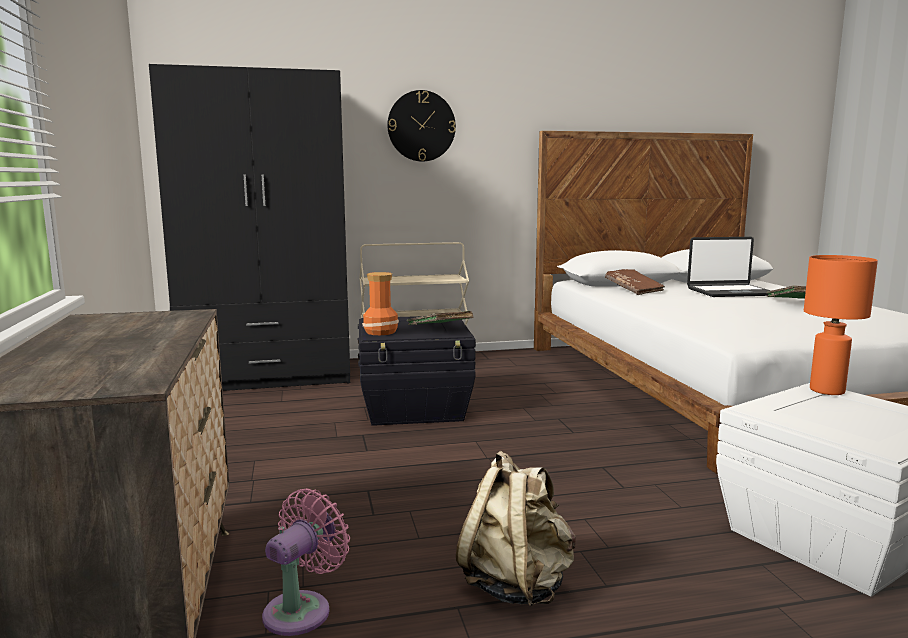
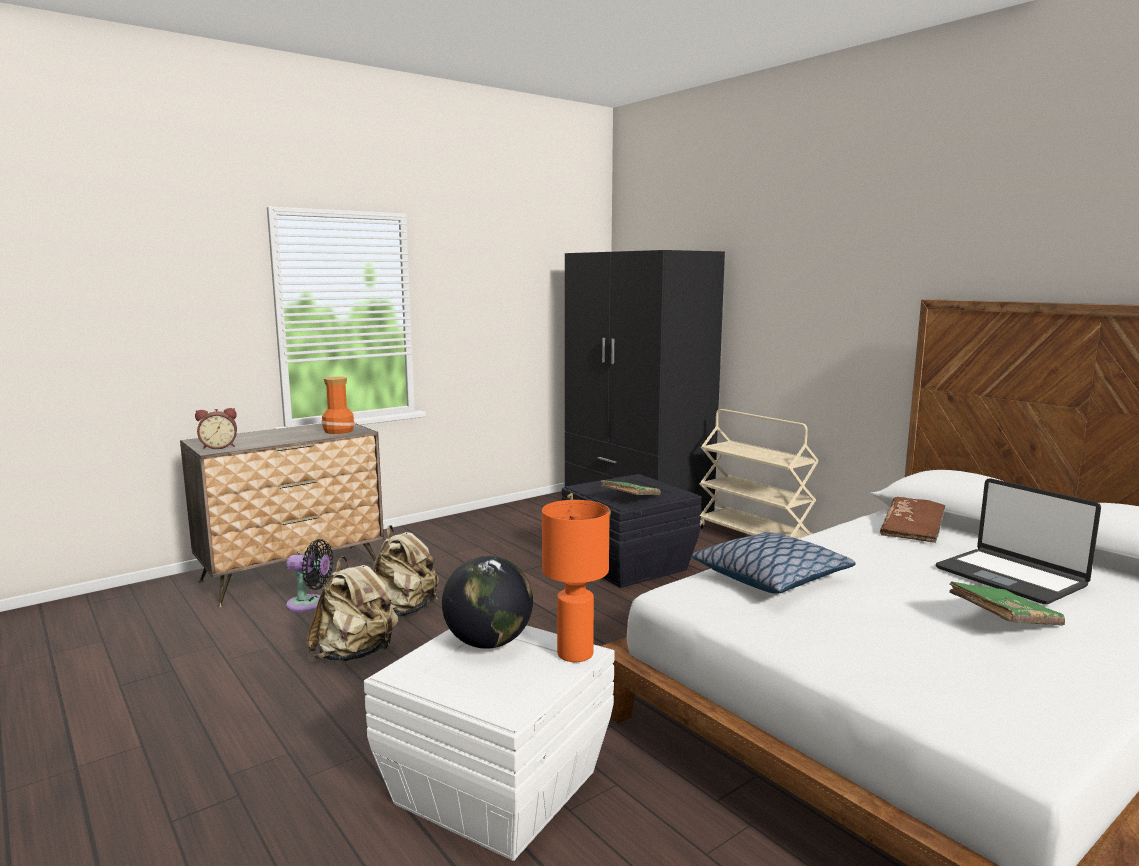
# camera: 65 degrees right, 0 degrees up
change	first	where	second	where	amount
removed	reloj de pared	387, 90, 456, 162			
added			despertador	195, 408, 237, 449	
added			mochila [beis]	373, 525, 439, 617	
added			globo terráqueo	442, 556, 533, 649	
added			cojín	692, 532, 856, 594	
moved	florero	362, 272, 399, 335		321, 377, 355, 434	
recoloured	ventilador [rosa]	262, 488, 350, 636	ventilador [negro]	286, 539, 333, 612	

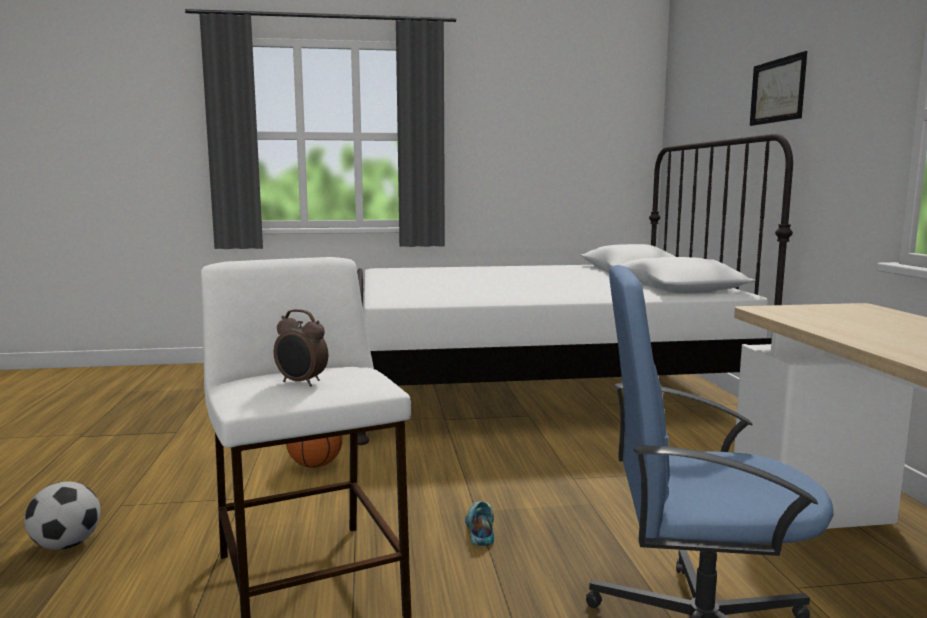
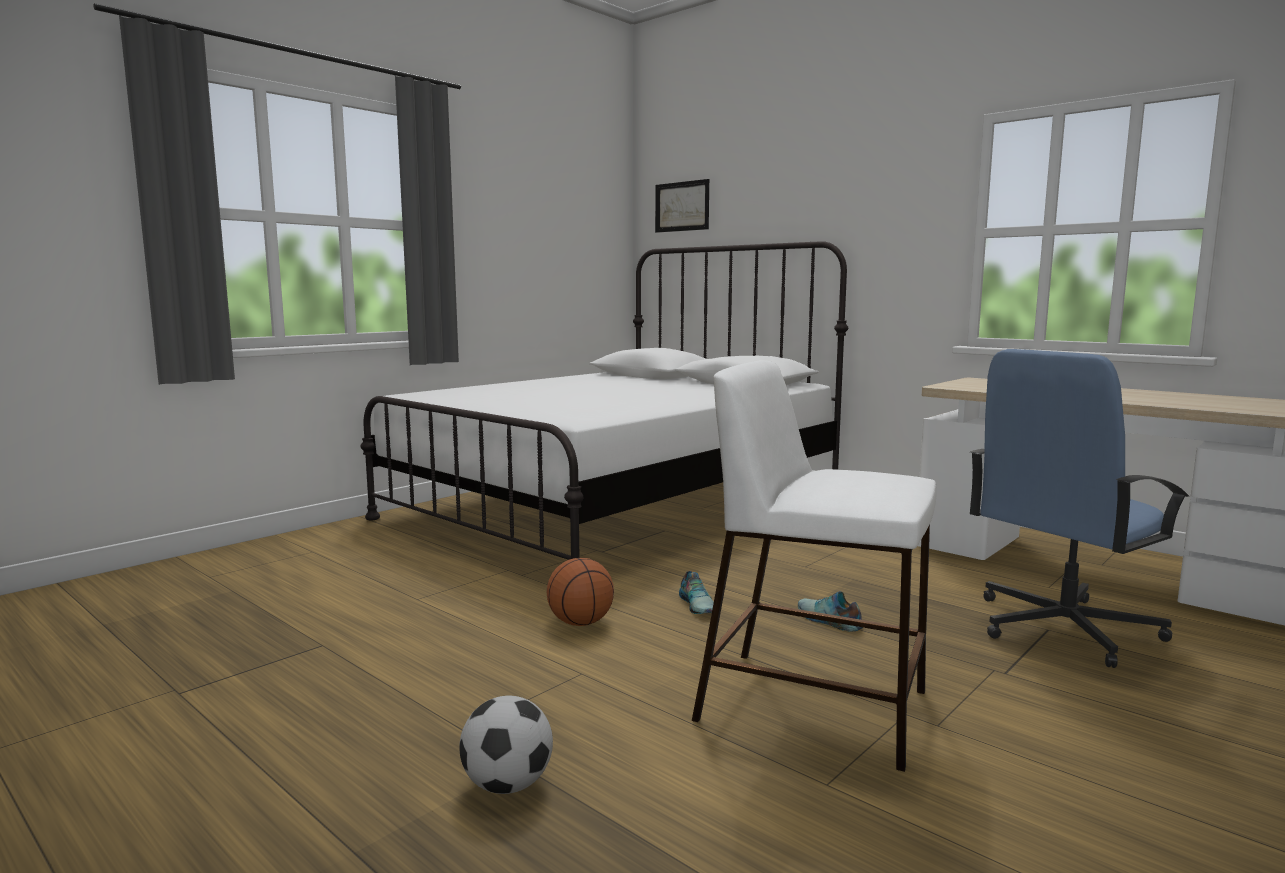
# camera: 40 degrees left, 0 degrees up
change	first	where	second	where	amount
removed	despertador	274, 309, 328, 387			
added			zapato	679, 571, 714, 614	
moved	cuadro	750, 51, 807, 126		655, 179, 709, 233	

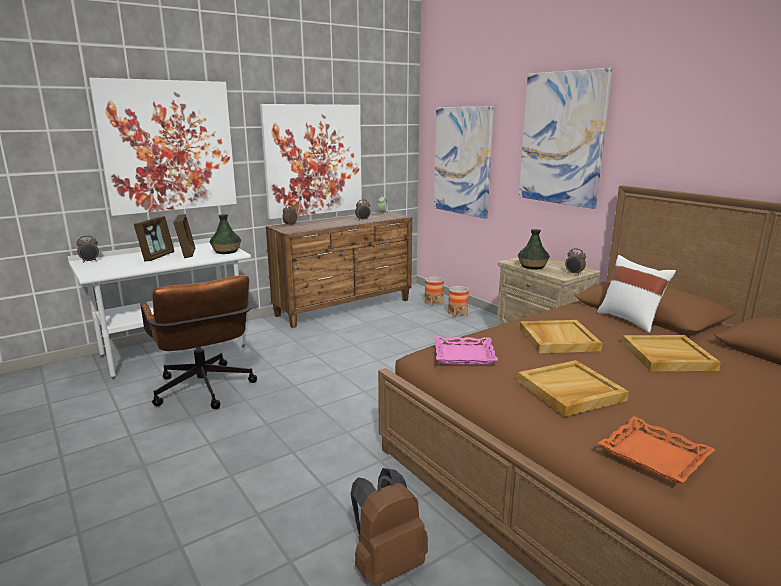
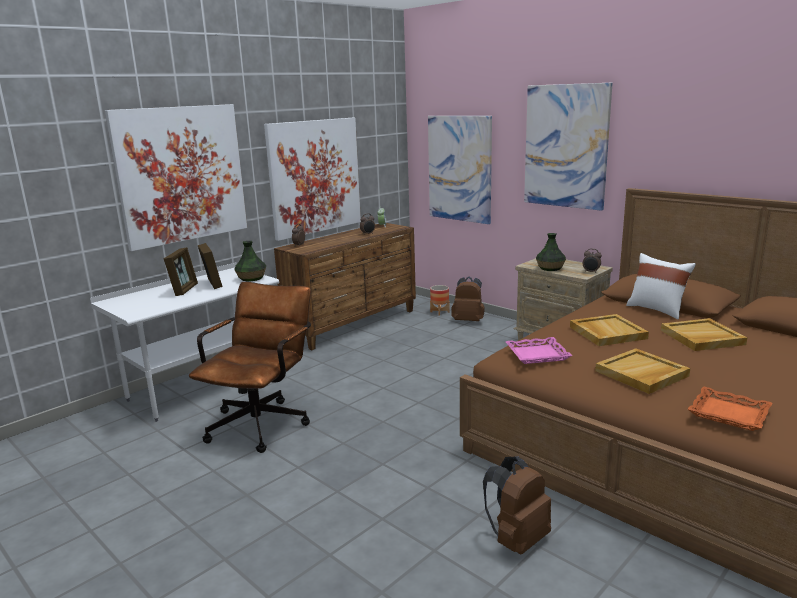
# camera: 10 degrees left, 0 degrees up
change	first	where	second	where	amount
removed	despertador	76, 236, 99, 263			
replaced	maceta	448, 286, 469, 318	mochila [marrón]	451, 277, 484, 321	
turned	silla de oficina [marrón]	140, 275, 257, 409		189, 282, 311, 453	120 degrees counterclockwise

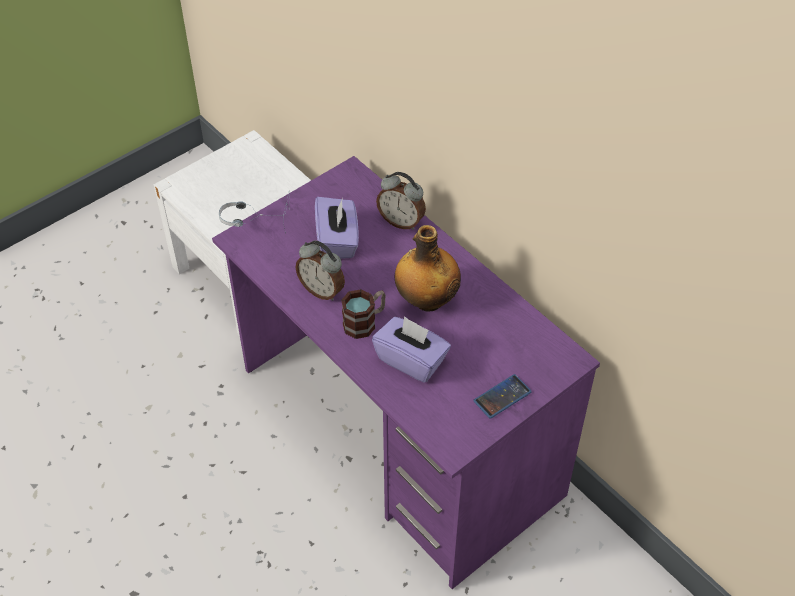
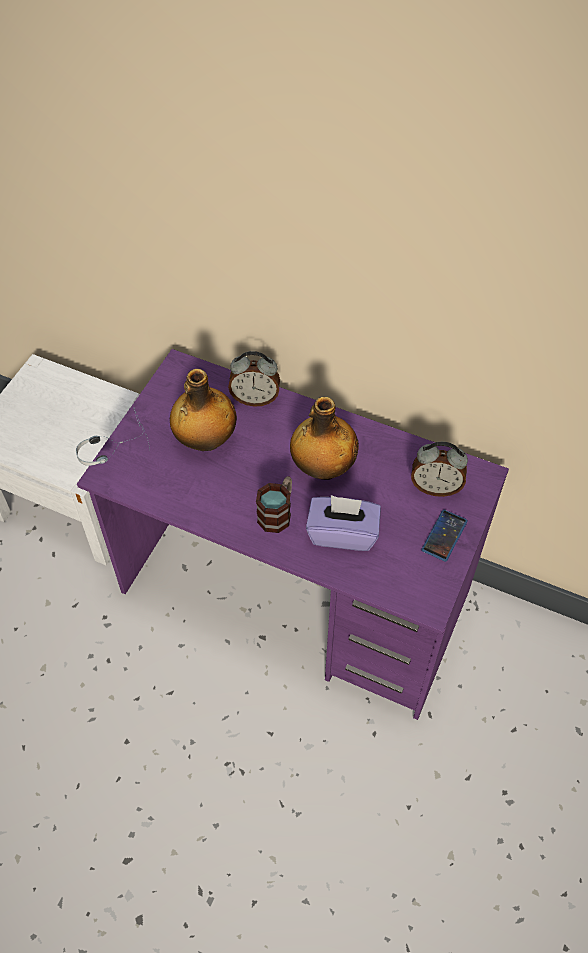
# camera: 25 degrees left, 5 degrees up
change	first	where	second	where	amount
moved	despertador	296, 241, 345, 301		411, 442, 468, 497	
replaced	caja de pañuelos [morado]	315, 197, 359, 259	botella	170, 369, 237, 451	

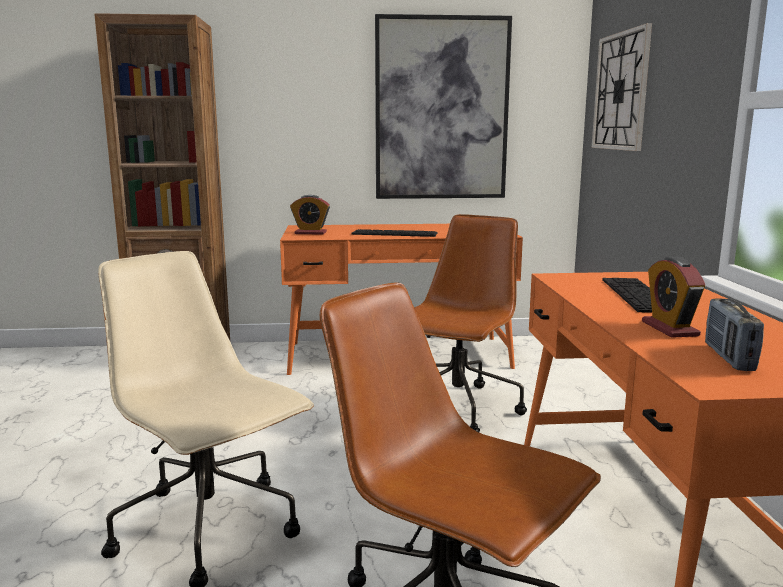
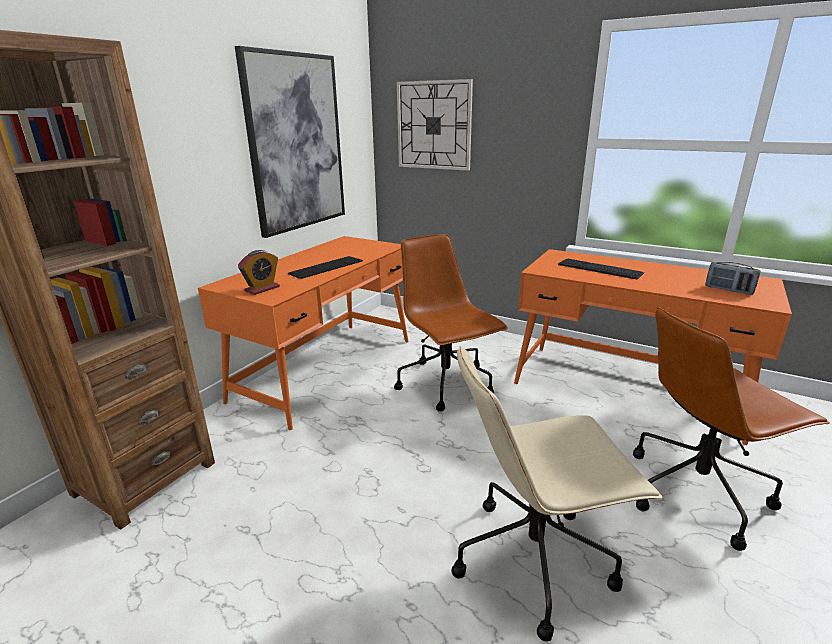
# camera: 55 degrees left, 10 degrees up
change	first	where	second	where	amount
removed	despertador	642, 257, 706, 338			

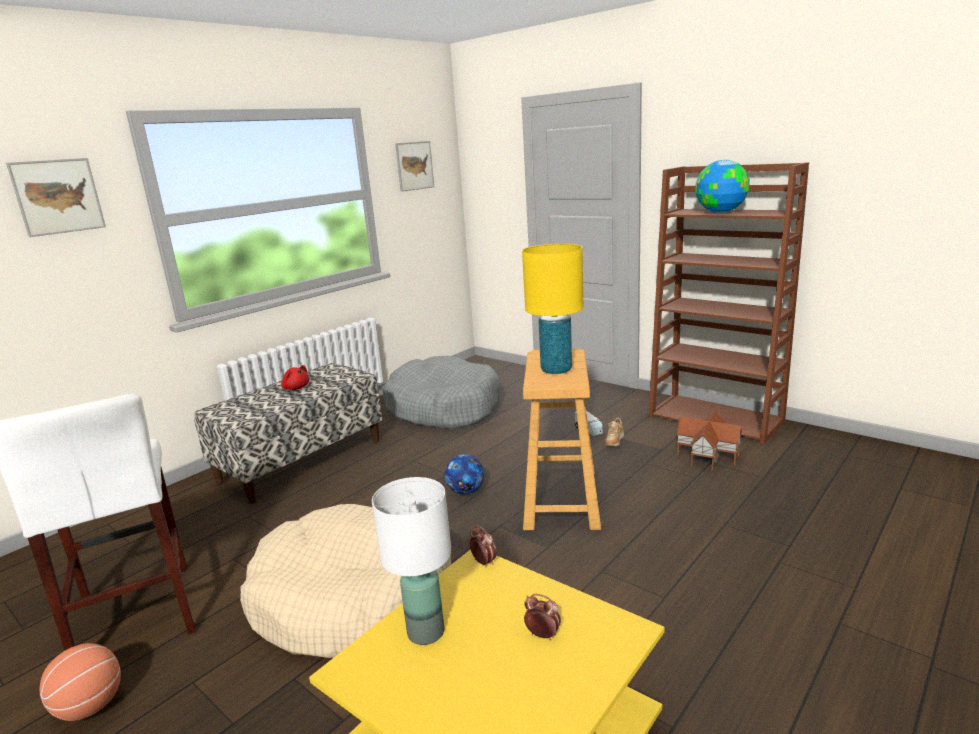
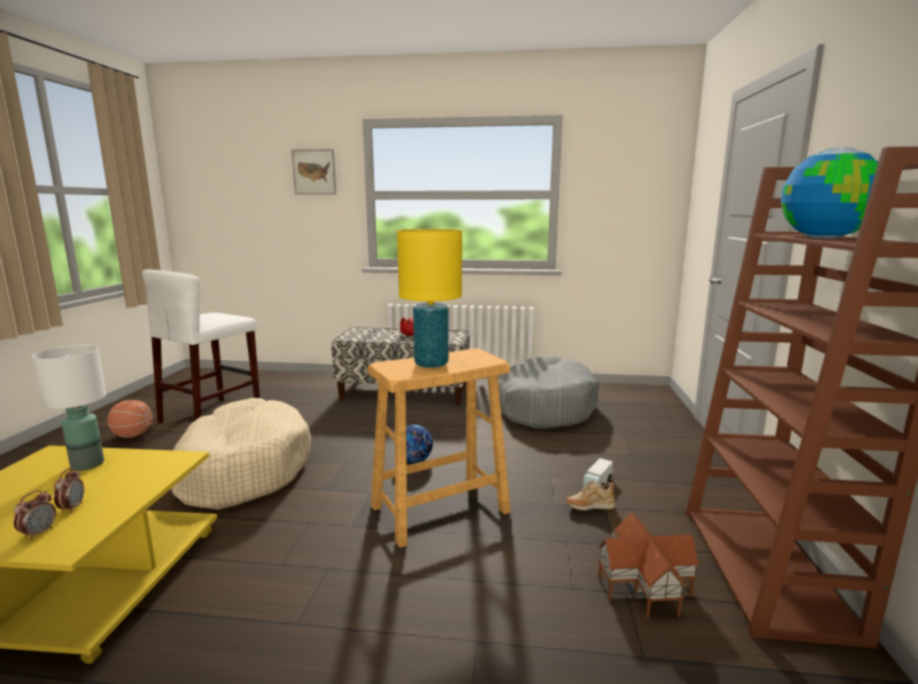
# camera: 55 degrees right, 5 degrees down
change	first	where	second	where	amount
removed	cuadro	395, 141, 434, 192			
moved	despertador	470, 525, 497, 567		14, 490, 56, 540	

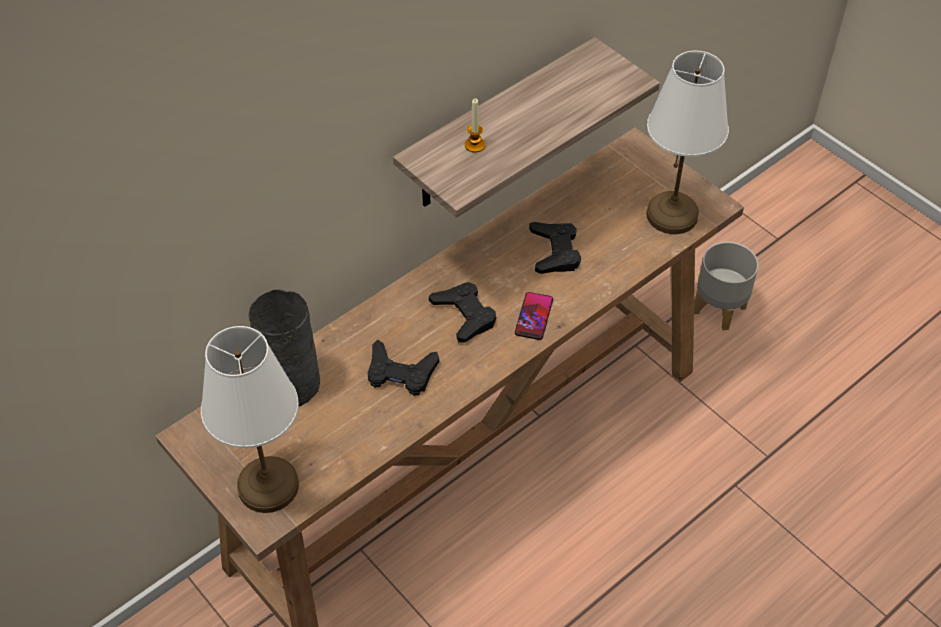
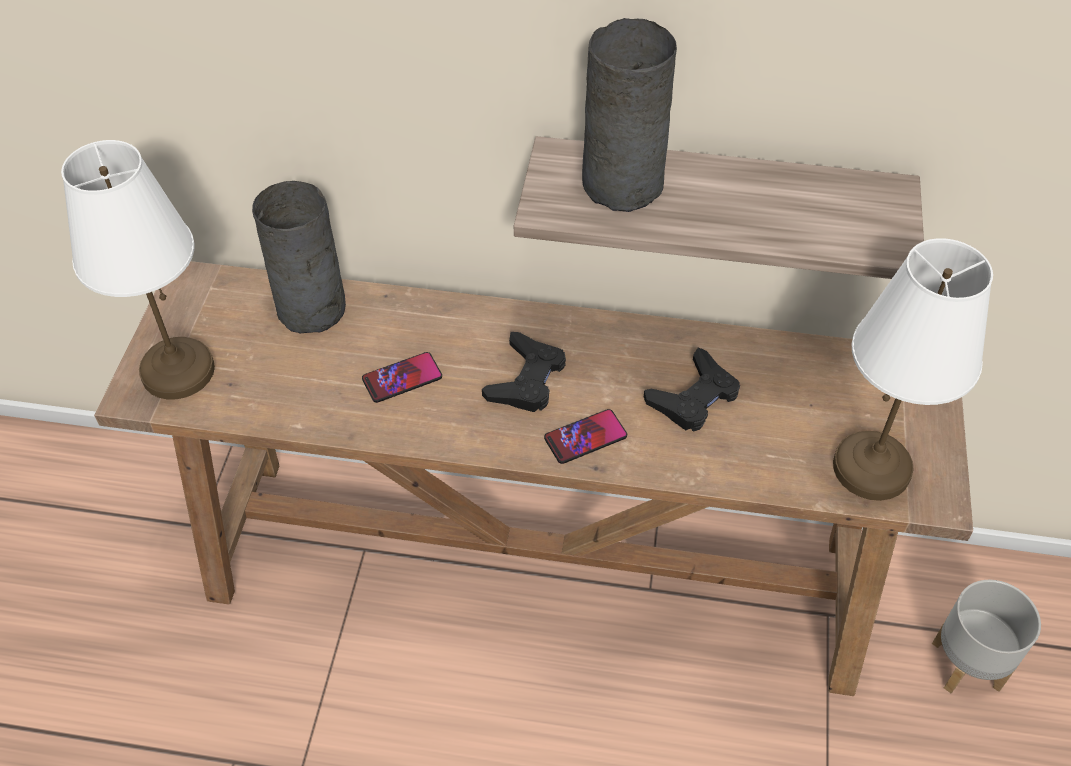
# camera: 50 degrees right, 0 degrees up
change	first	where	second	where	amount
replaced	mando de consola [negro]	368, 340, 439, 396	móvil	362, 352, 442, 403	
replaced	vela	465, 99, 485, 153	florero [gris]	582, 18, 677, 212	

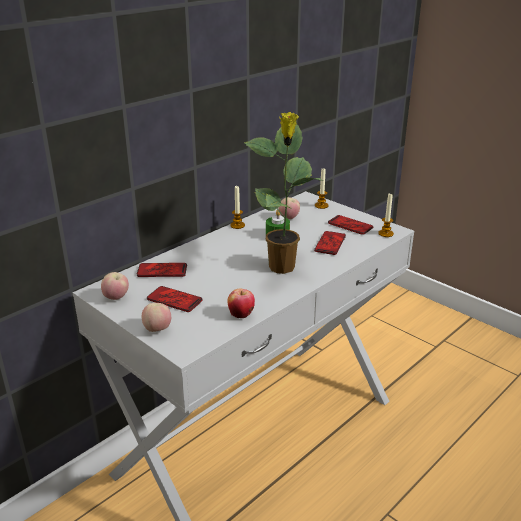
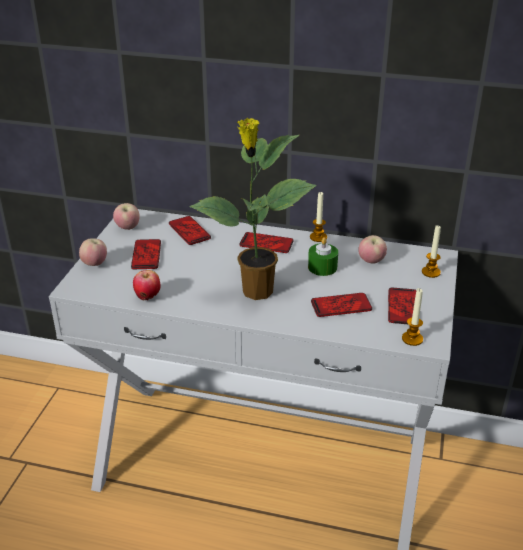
# camera: 60 degrees right, 5 degrees up
change	first	where	second	where	amount
added			móvil	239, 232, 294, 253	

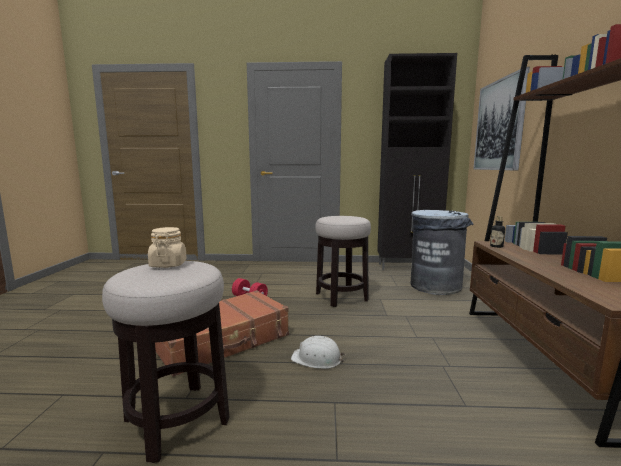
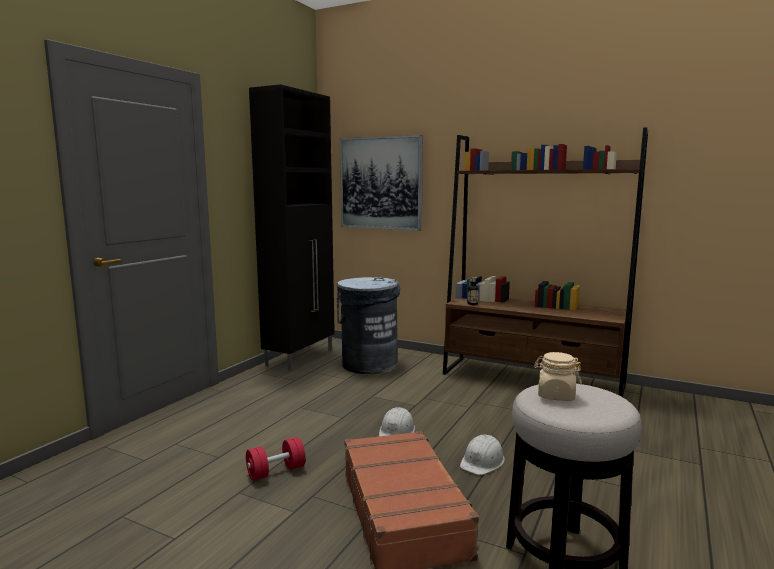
# camera: 65 degrees left, 0 degrees up
change	first	where	second	where	amount
removed	taburete	315, 216, 371, 307			
added			casco [blanco]	379, 407, 415, 436	

